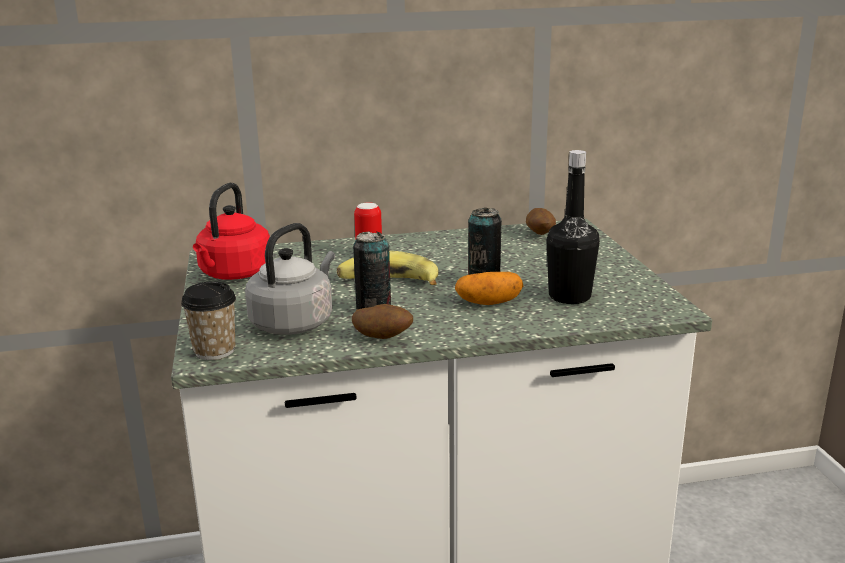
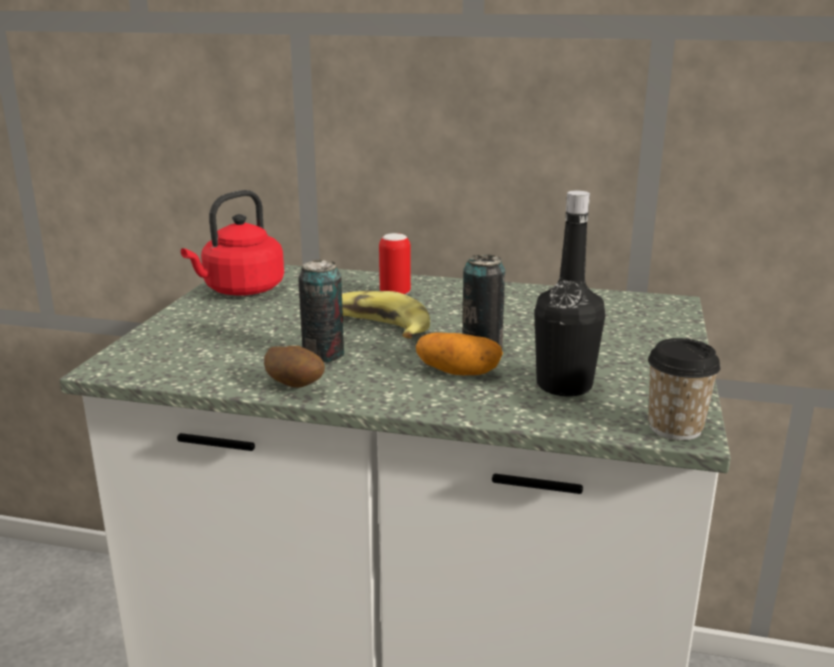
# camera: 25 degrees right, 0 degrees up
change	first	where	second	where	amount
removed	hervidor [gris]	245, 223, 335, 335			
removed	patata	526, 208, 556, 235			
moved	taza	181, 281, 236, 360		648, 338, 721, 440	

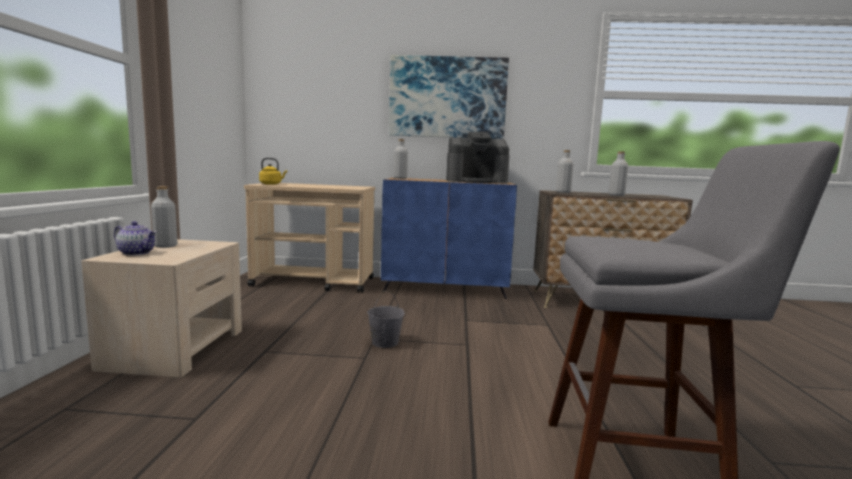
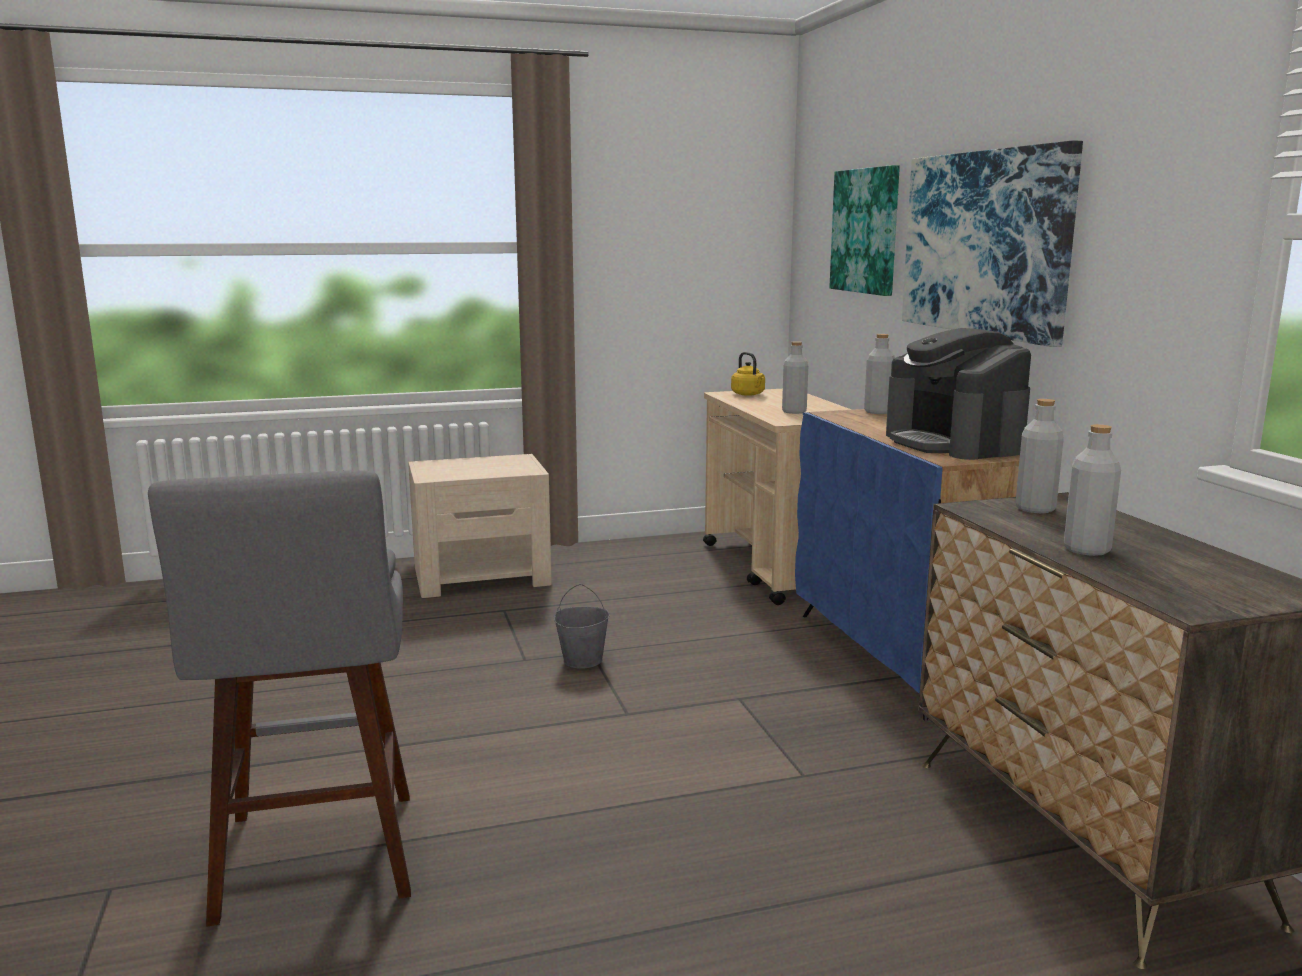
# camera: 70 degrees right, 5 degrees up
change	first	where	second	where	amount
removed	tetera	114, 221, 157, 255			
added			cuadro	829, 165, 900, 296	
moved	botella [gris]	151, 186, 177, 248		782, 341, 808, 414	

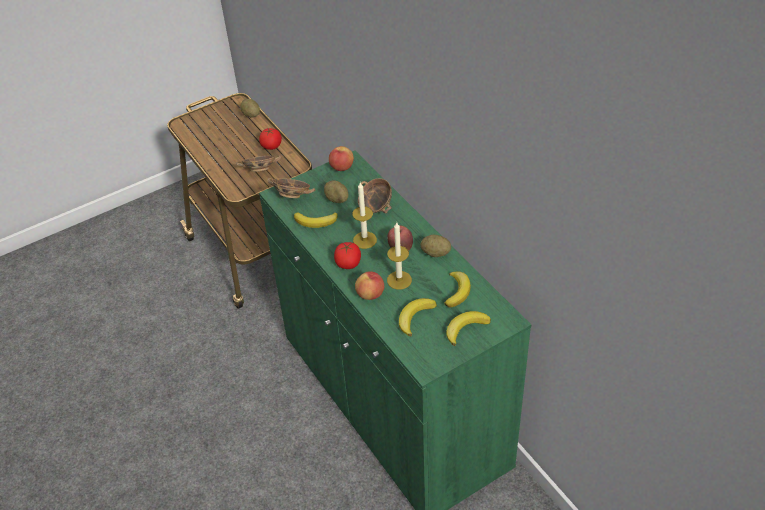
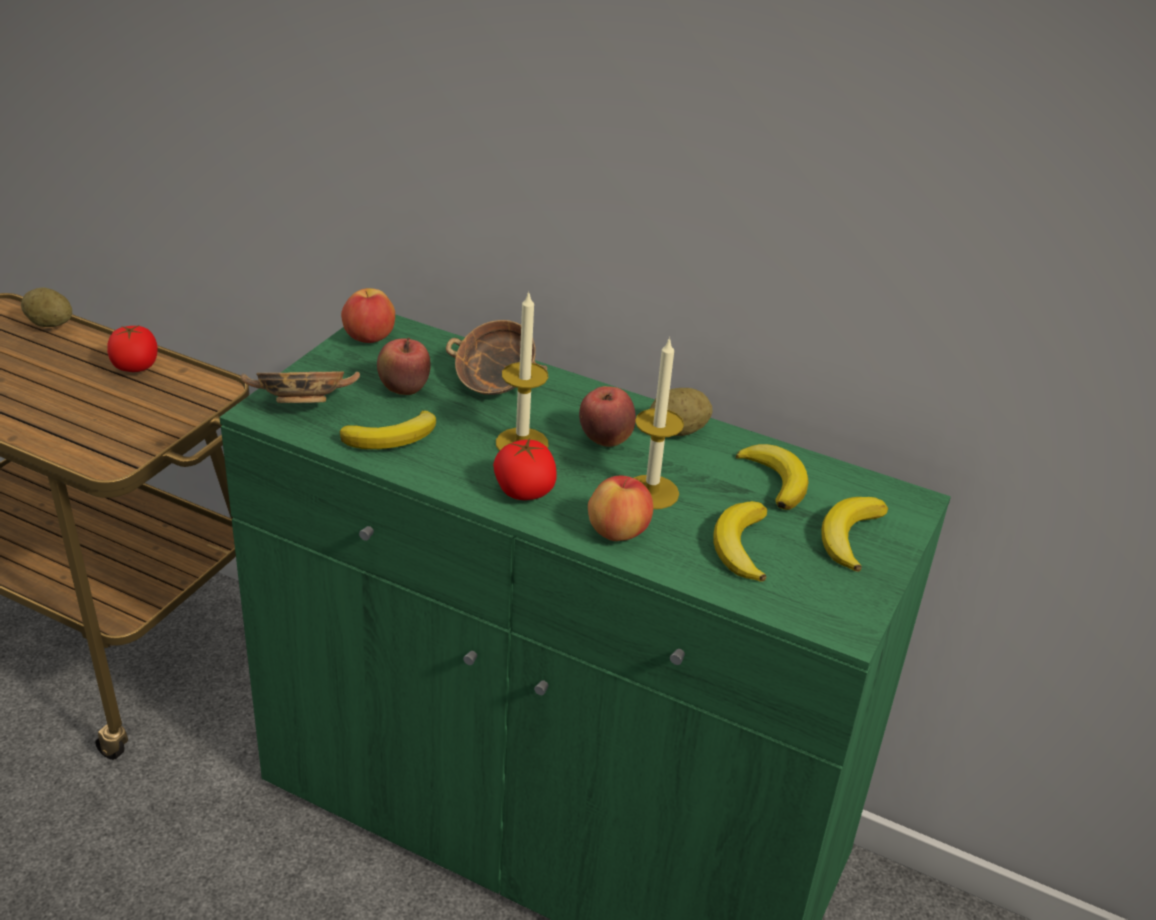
# camera: 35 degrees left, 10 degrees down
change	first	where	second	where	amount
removed	cuenco	236, 155, 281, 172			
replaced	patata	324, 181, 348, 203	manzana	377, 337, 430, 395	

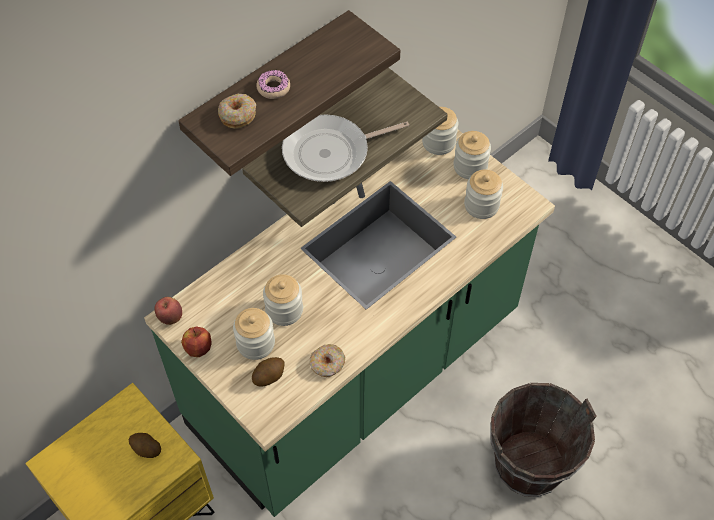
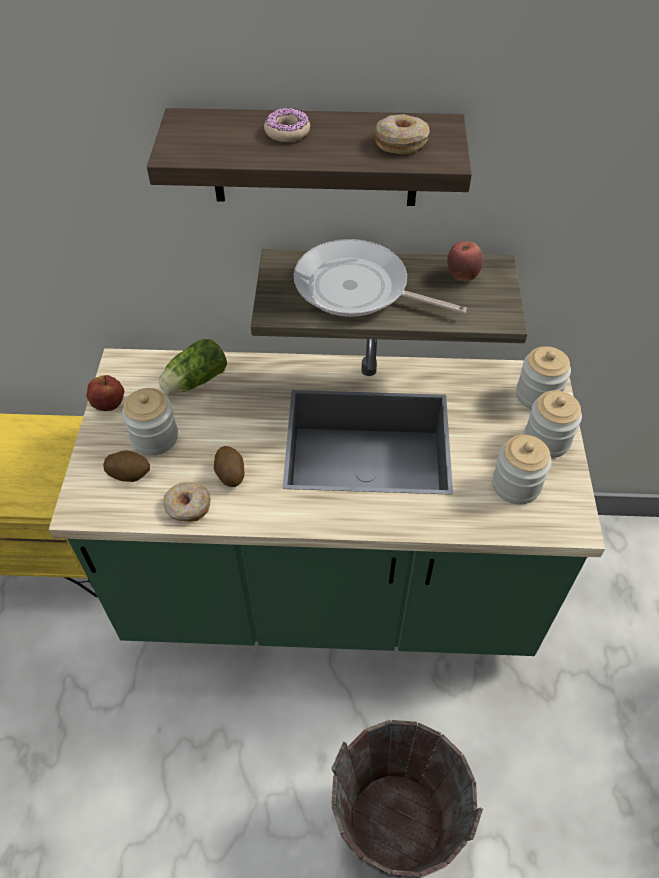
# camera: 45 degrees right, 5 degrees down
change	first	where	second	where	amount
removed	tarro	263, 274, 303, 326			
added			lechuga	159, 339, 227, 394	
moved	patata	129, 433, 161, 458		214, 446, 244, 487	
moved	manzana	154, 297, 182, 325		447, 241, 483, 281	
moved	rosquilla	218, 94, 256, 129		374, 114, 430, 154	

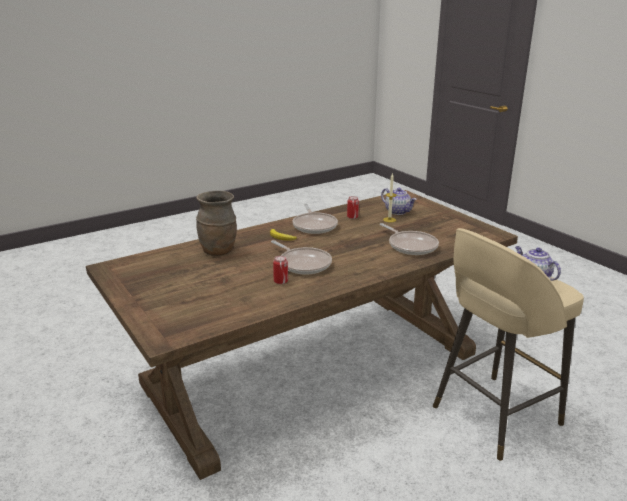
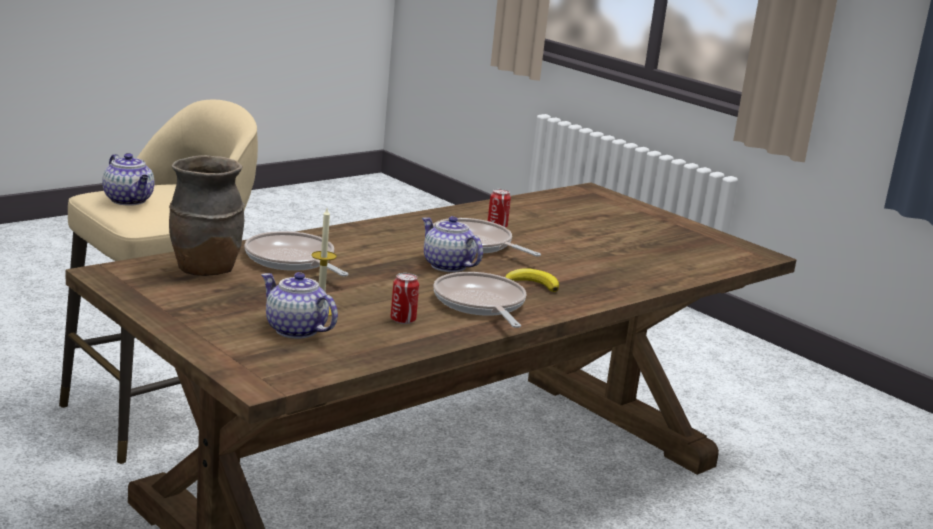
# camera: 170 degrees right, 5 degrees down
change	first	where	second	where	amount
added			tetera	422, 216, 483, 272	
moved	florero [marrón]	196, 191, 237, 256		169, 155, 245, 276	

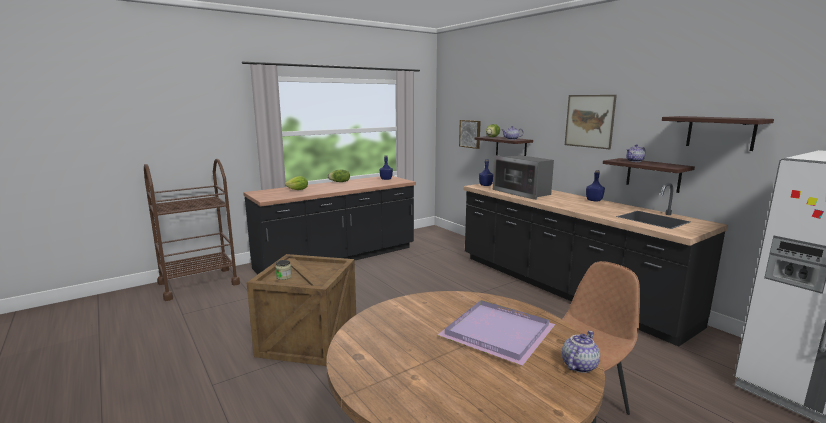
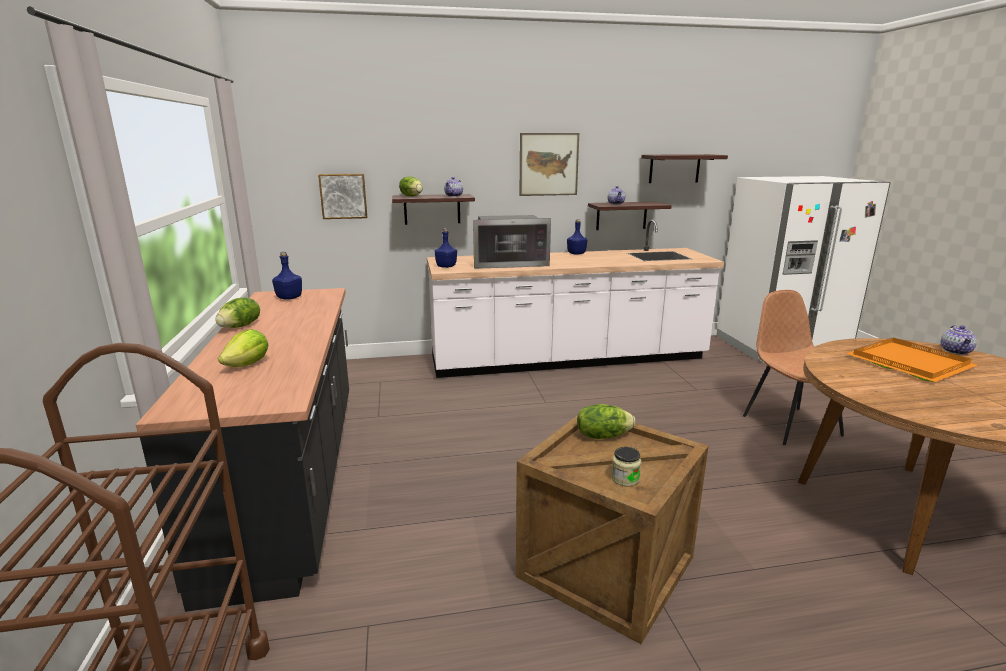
# camera: 65 degrees left, 5 degrees up
change	first	where	second	where	amount
added			lechuga	577, 404, 635, 439	
recoloured	bandeja [morado]	438, 300, 556, 366	bandeja [naranja]	846, 337, 978, 382	
recoloured	mueble bajo de cocina [negro]	464, 183, 728, 347	mueble bajo de cocina [blanco]	427, 220, 724, 378	
turned	tetera	562, 331, 600, 373		941, 325, 977, 355	135 degrees counterclockwise

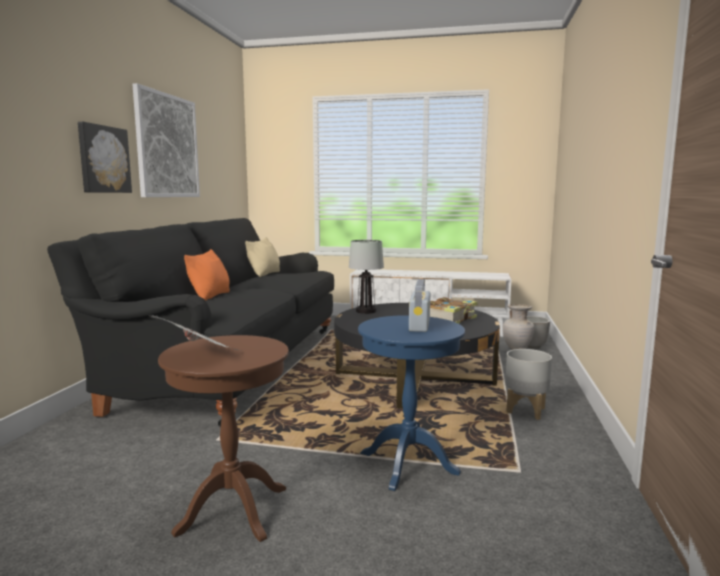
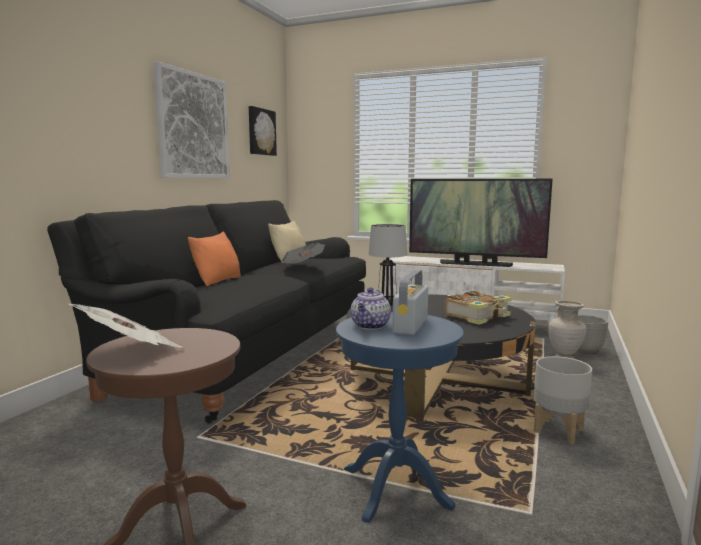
# camera: 10 degrees right, 0 degrees up
change	first	where	second	where	amount
added			periódico	281, 243, 325, 264	
added			tetera	351, 287, 391, 330	
added			televisor	409, 179, 553, 267	
moved	cuadro	78, 122, 132, 193		249, 106, 277, 156	

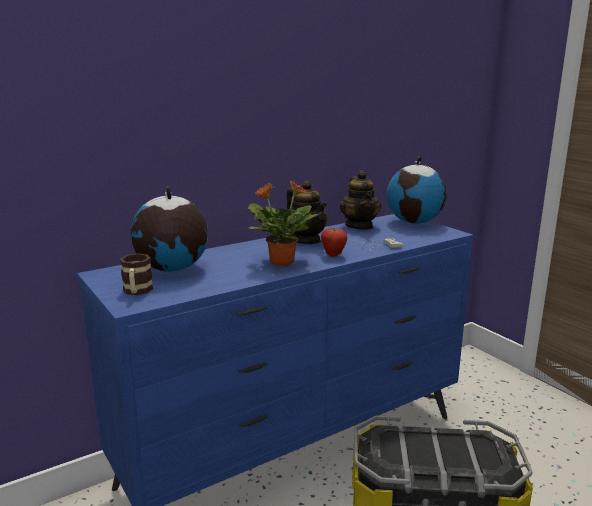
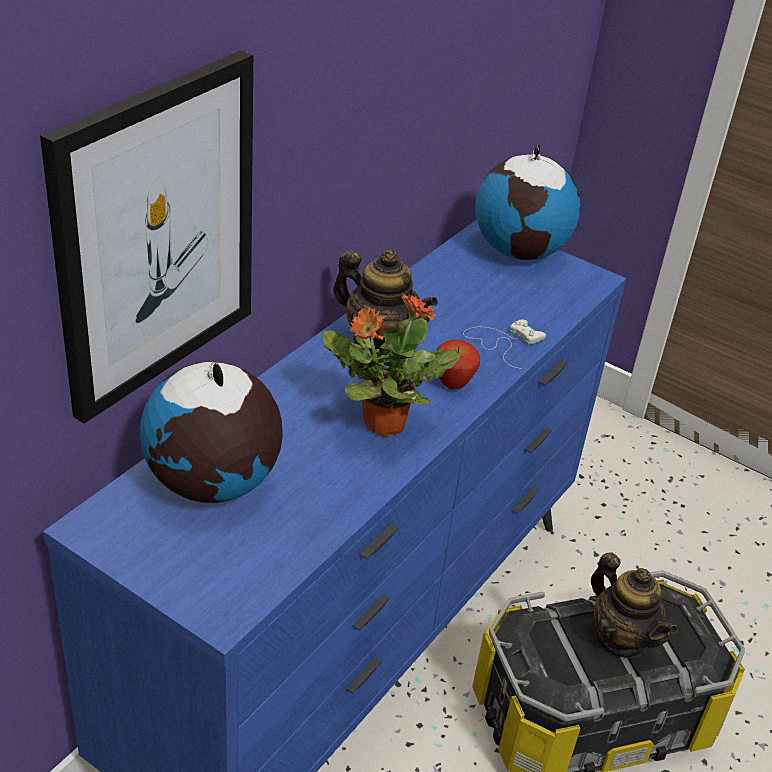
# camera: 25 degrees left, 20 degrees up
change	first	where	second	where	amount
removed	taza grande	120, 253, 153, 295			
added			cuadro	40, 50, 253, 424	
moved	tetera	340, 170, 381, 230		591, 552, 677, 658	

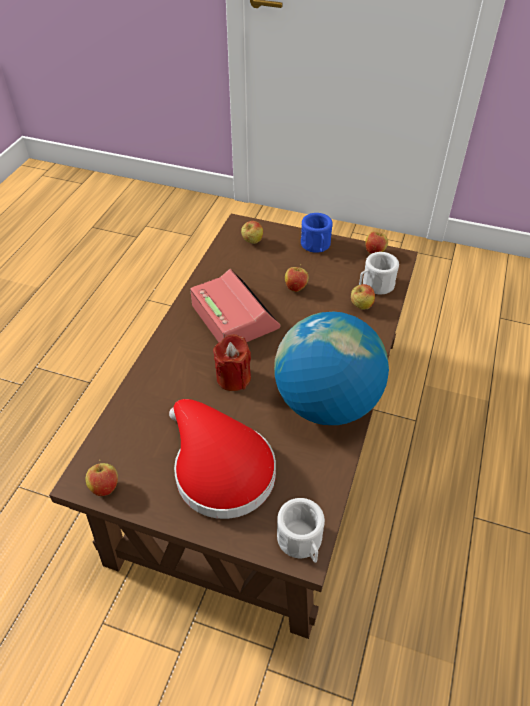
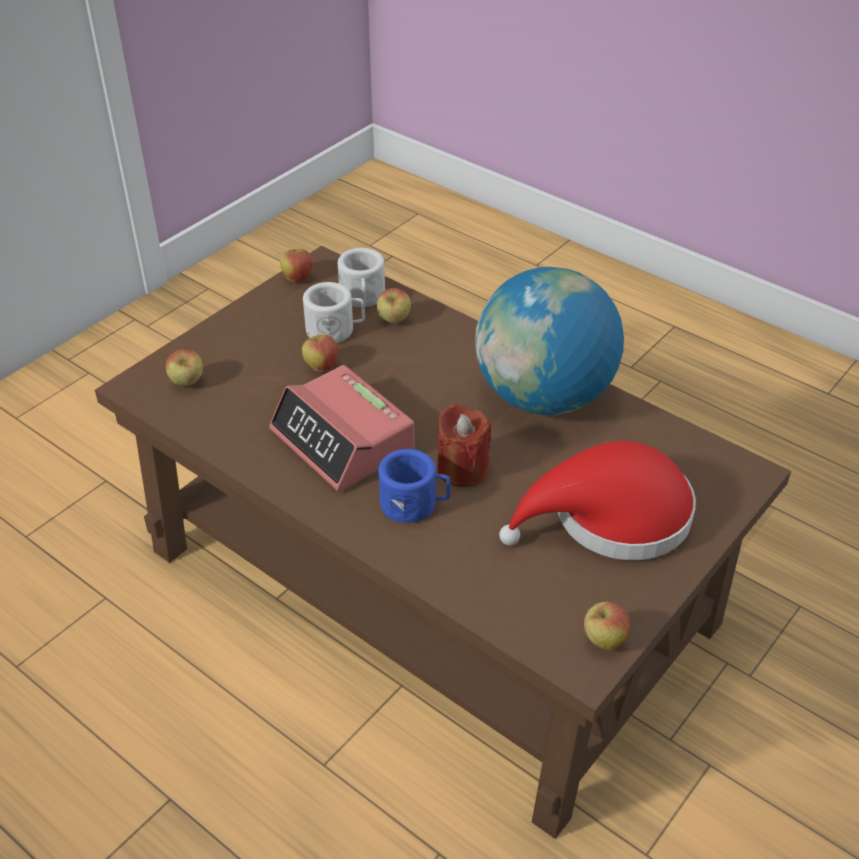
# camera: 70 degrees left, 5 degrees down
change	first	where	second	where	amount
moved	taza grande [blanco]	277, 498, 325, 563		303, 282, 365, 343	
moved	taza grande [azul]	301, 213, 333, 253		378, 449, 451, 523	
turned	despertador	190, 269, 280, 342		269, 365, 415, 492	120 degrees counterclockwise

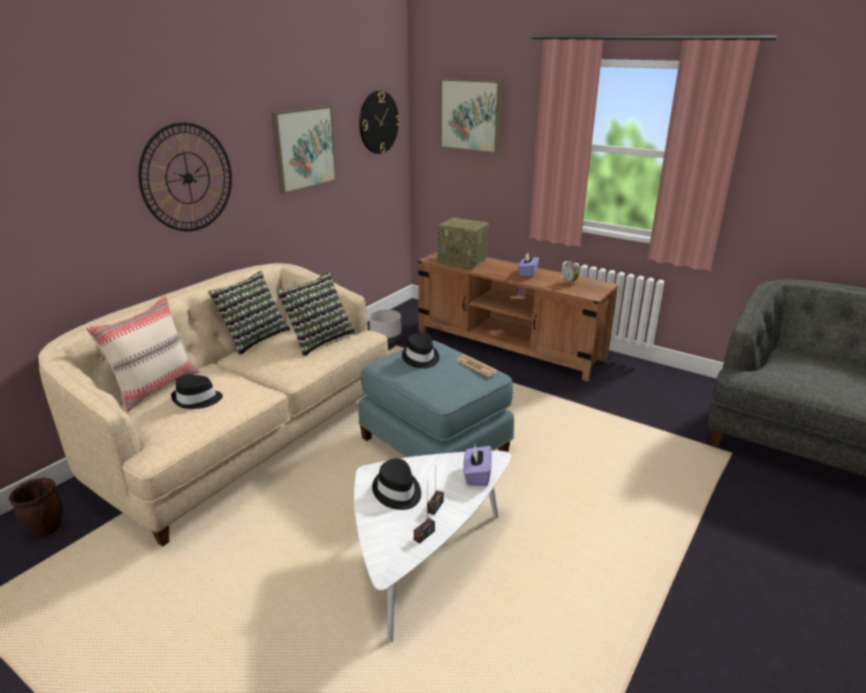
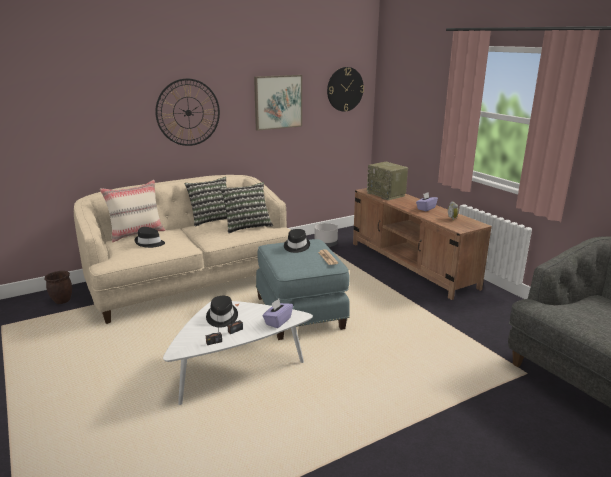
# camera: 25 degrees right, 5 degrees down
change	first	where	second	where	amount
removed	cuadro	440, 78, 502, 154			

